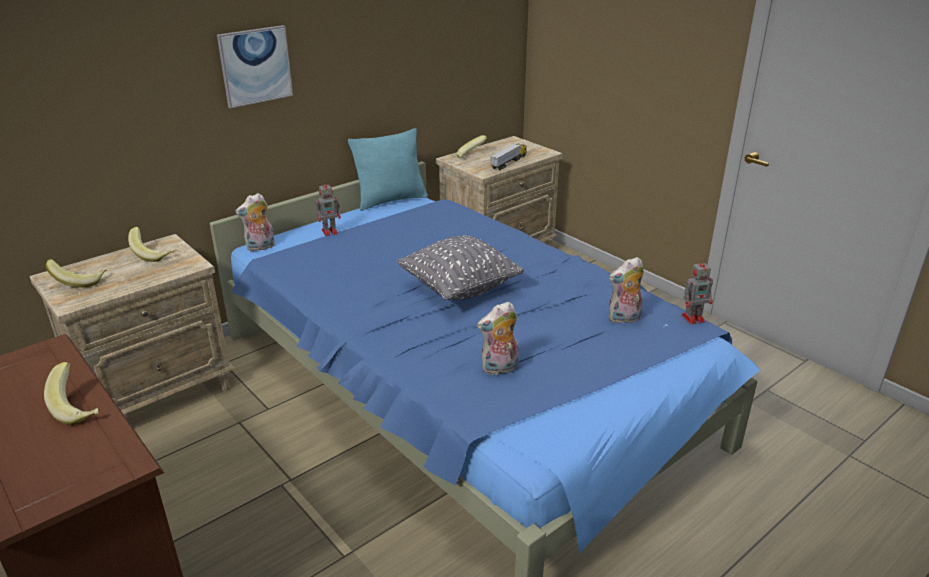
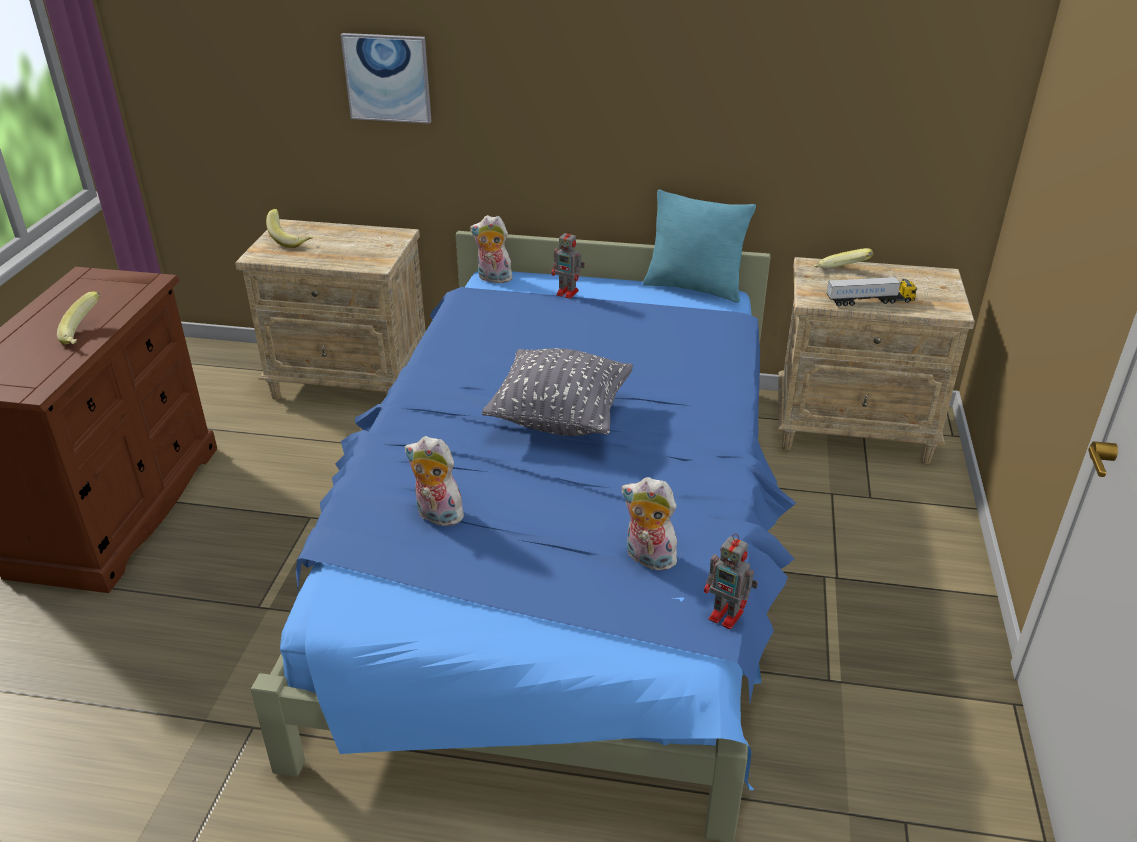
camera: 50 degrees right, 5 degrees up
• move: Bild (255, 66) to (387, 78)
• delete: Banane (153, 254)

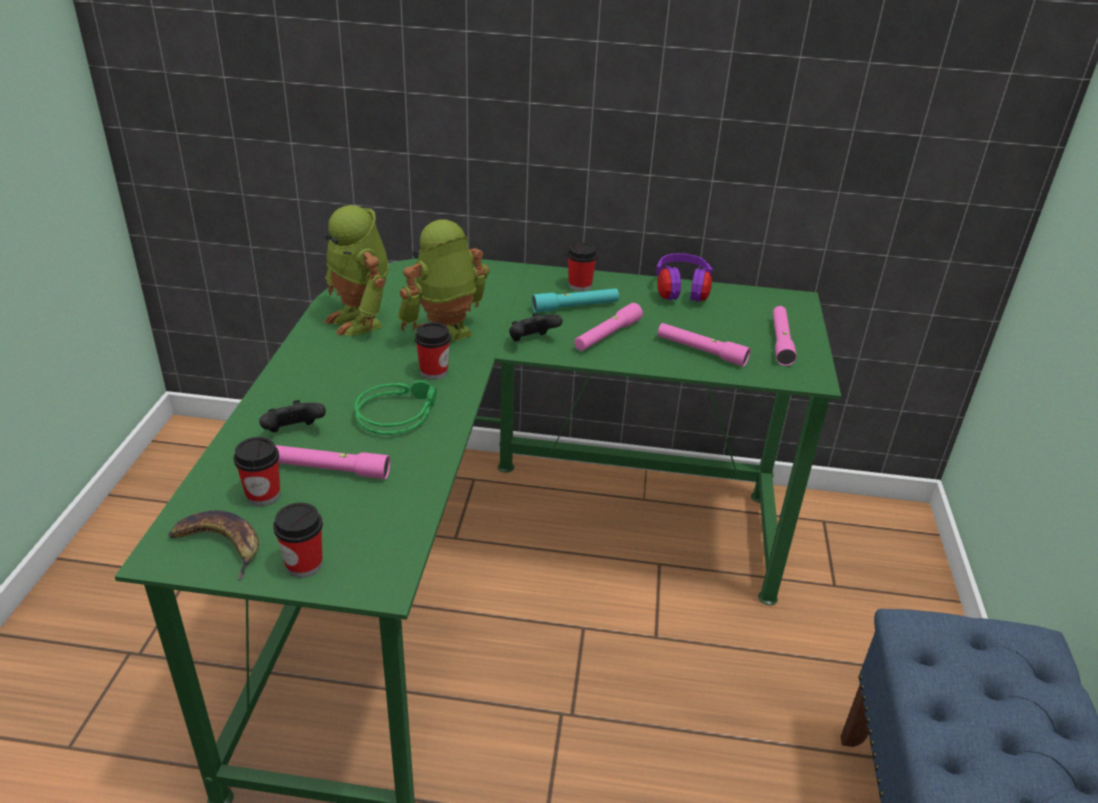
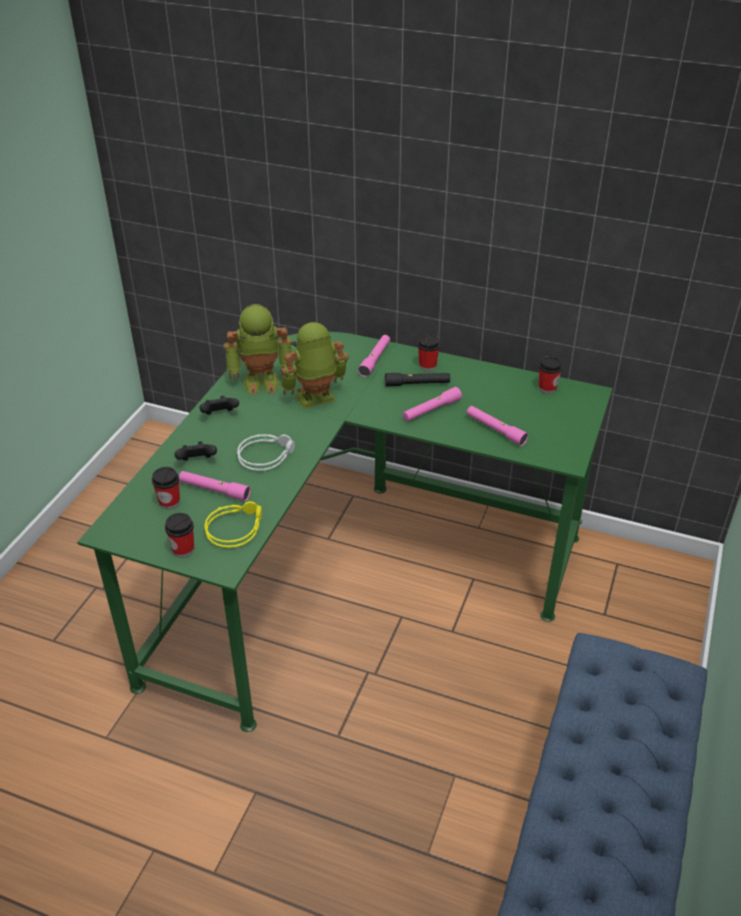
camera: 15 degrees right, 5 degrees up
• rotate: Spielzeugroboter (361, 320) = (262, 381) 75 degrees counterclockwise
• delete: Kopfhörer/lila (681, 292)
• recolor: Taschenlampe/türkis (575, 307) to Taschenlampe/schwarz (417, 384)
• move: Taschenlampe/rosa (781, 341) to (375, 359)
• move: Gamepad/schwarz (532, 341) to (220, 415)
• move: Tasse (434, 372) to (547, 388)
• recolor: Kopfhörer/grün (397, 412) to Kopfhörer/grau (266, 455)
• delete: Banane (220, 545)
• insert: Kopfhörer/gelb (235, 527)

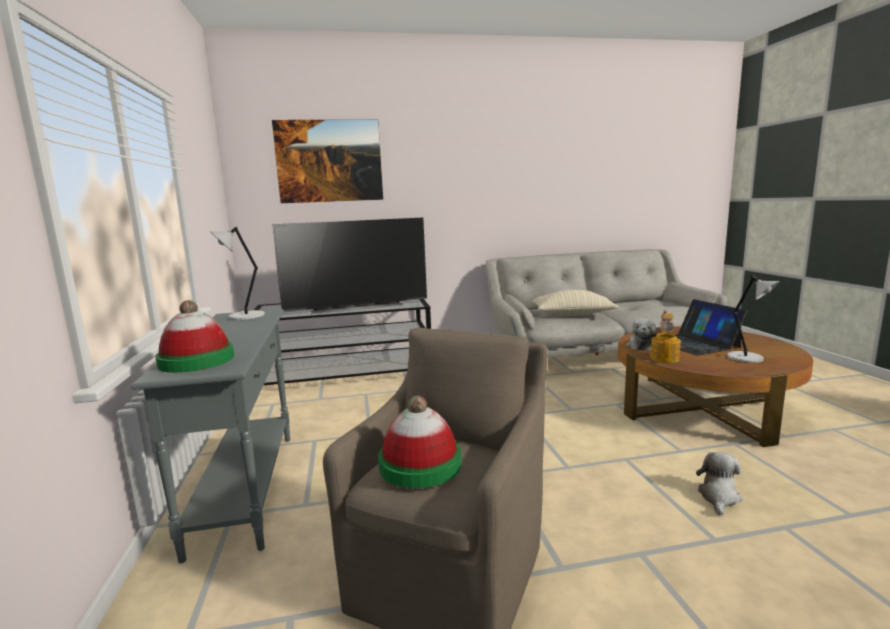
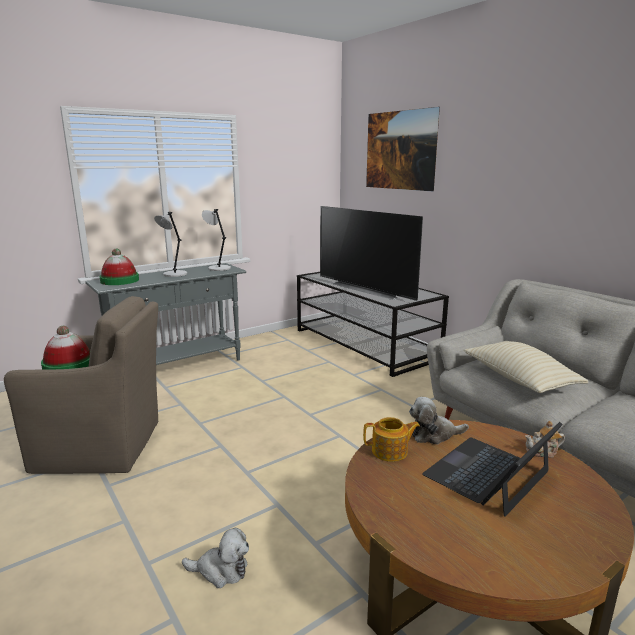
camera: 65 degrees right, 5 degrees up
• move: Tischlampe/grau (747, 358) to (174, 274)

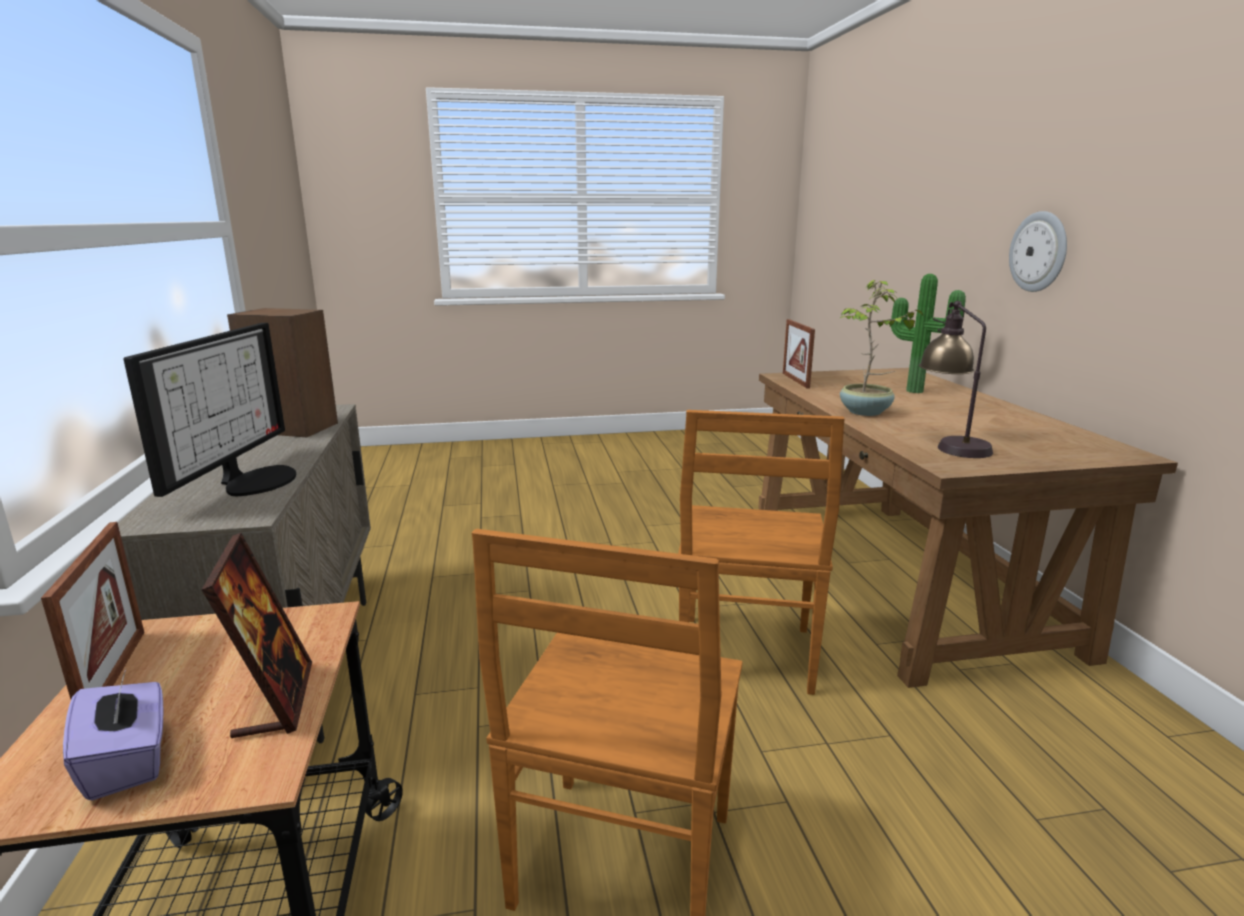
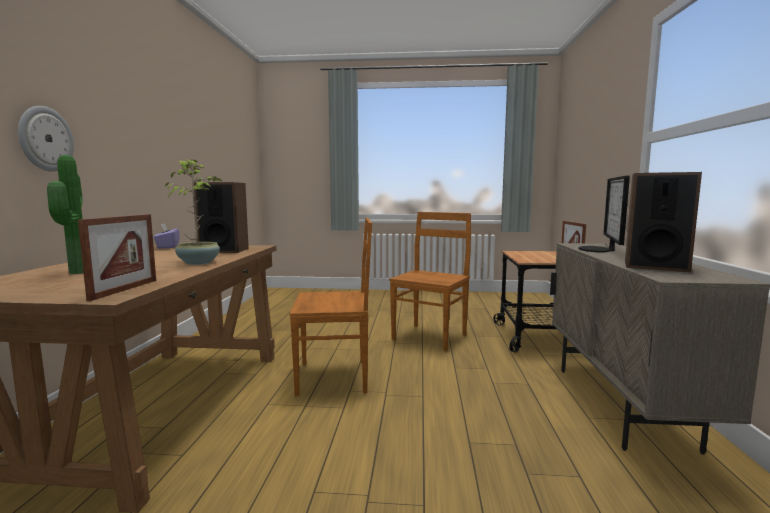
camera: 165 degrees left, 10 degrees down
• replace: Tischlampe (949, 444) to Lautsprecher (224, 250)
• rotate: Stuhl/braun (745, 656) = (335, 377) 60 degrees clockwise
• delete: Bilderrahmen (274, 700)
• move: Taschentuchbox/lila (128, 761) to (167, 247)

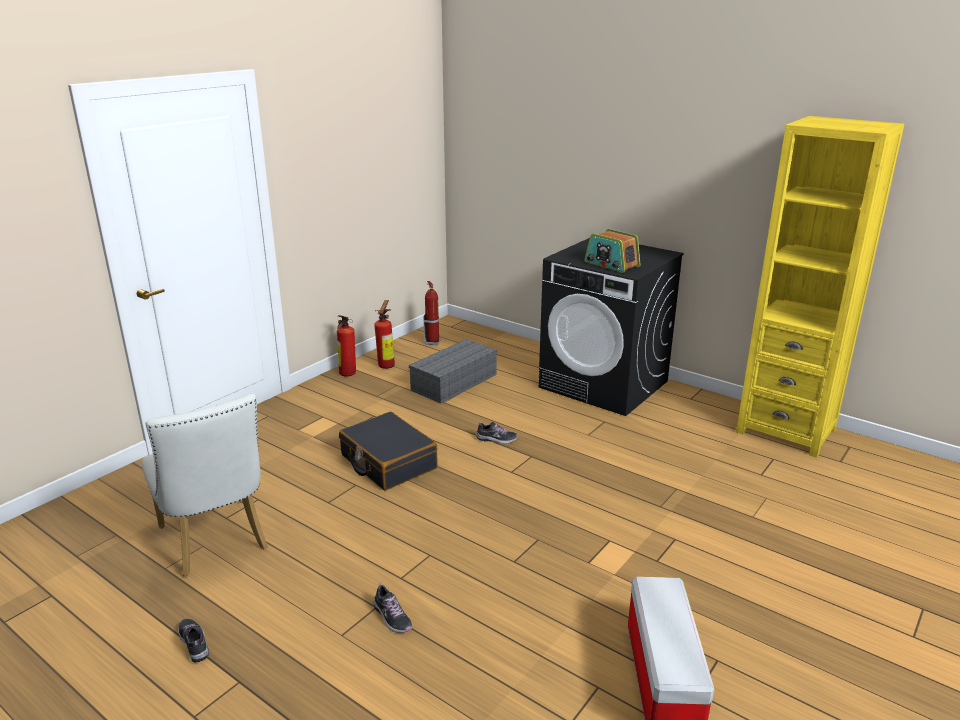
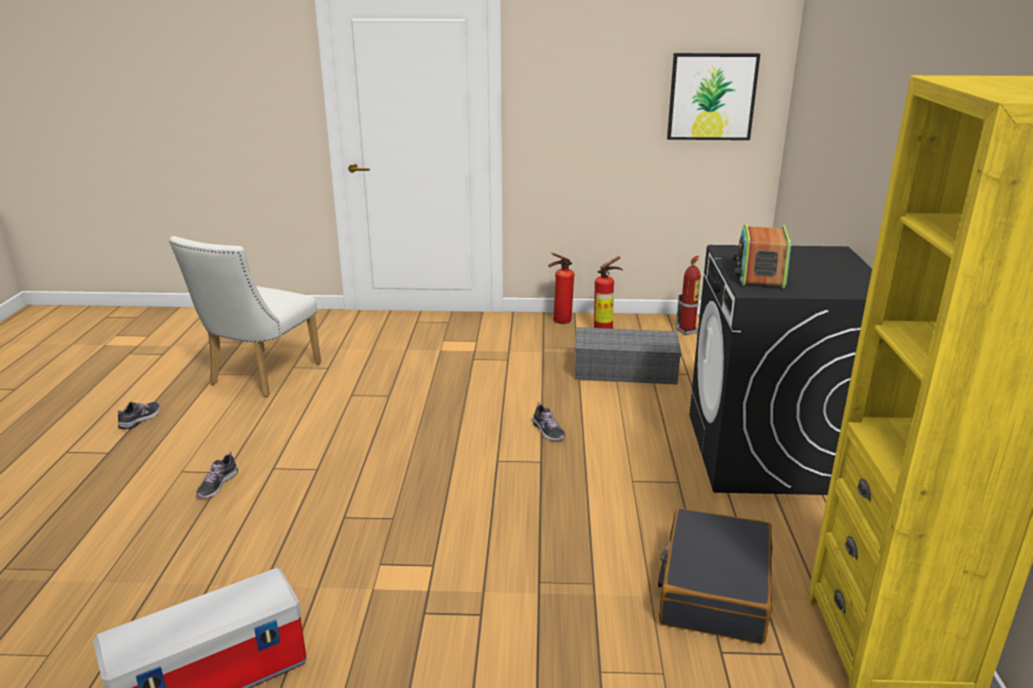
camera: 55 degrees right, 0 degrees up
• move: Koffer/schwarz (388, 462) to (713, 589)
• insert: Bild (712, 97)

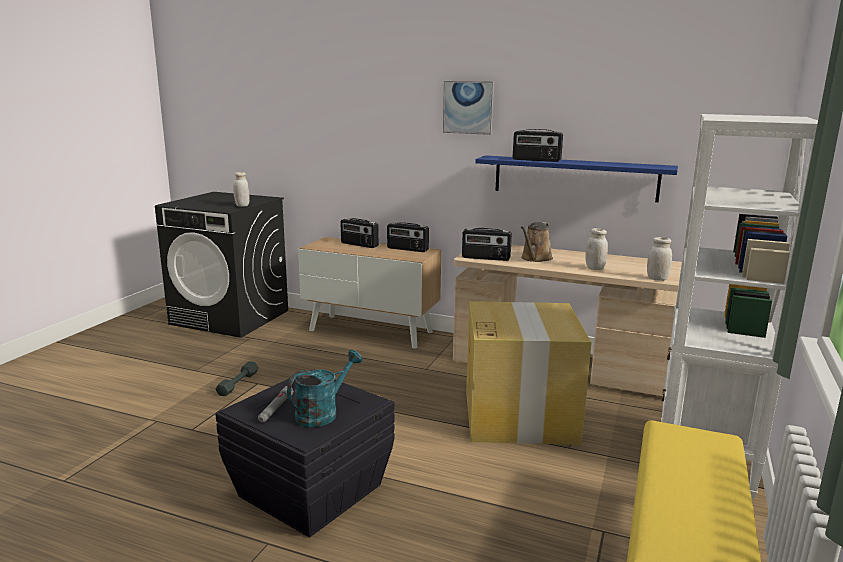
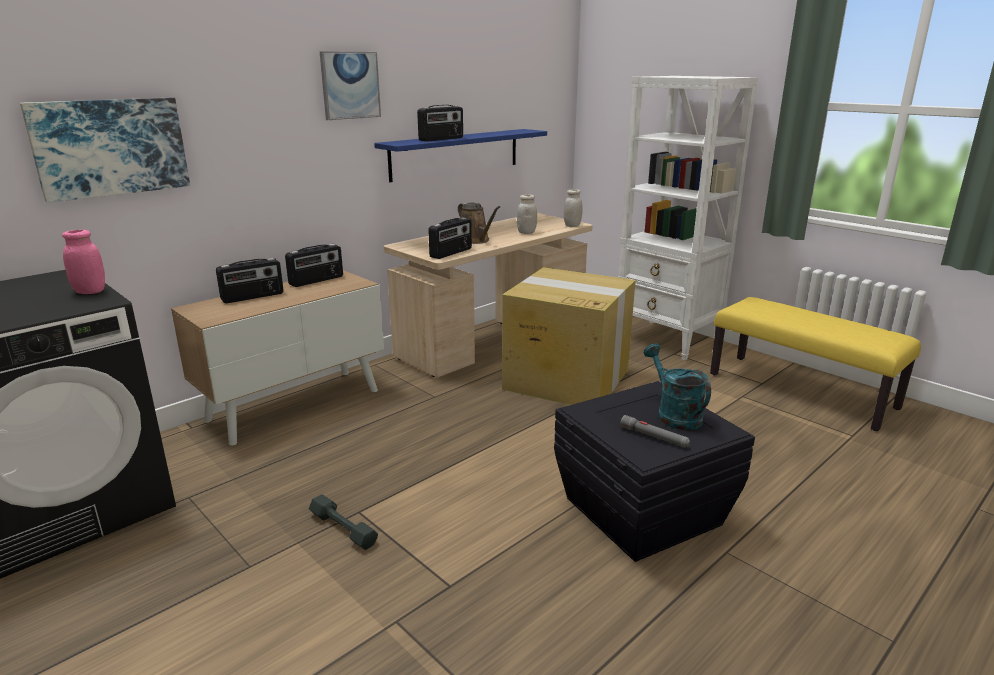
camera: 65 degrees left, 5 degrees up
• recolor: Vorratsglas/weiß (242, 205) to Vorratsglas/rosa (90, 291)
• insert: Bild (110, 147)

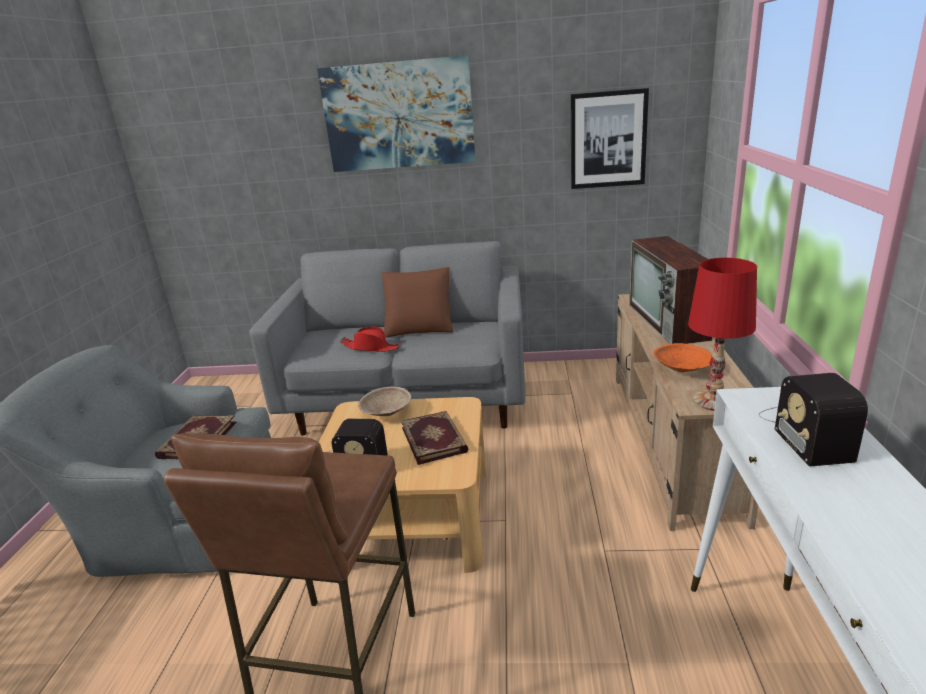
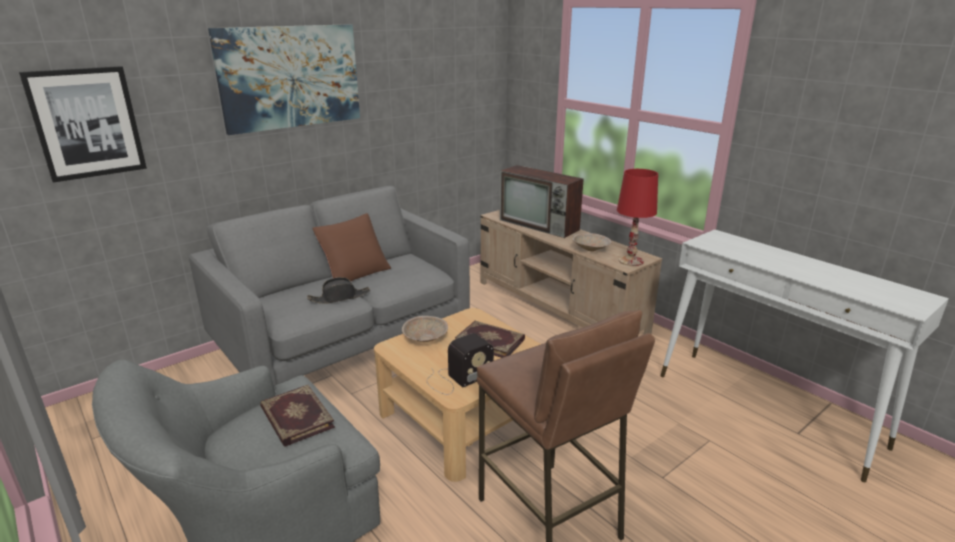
camera: 45 degrees left, 0 degrees up
• move: Bild (608, 139) to (87, 123)
• recolor: Hut/rot (371, 347) to Hut/schwarz (339, 297)
• recolor: Schüssel/orange (682, 370) to Schüssel/beige (591, 249)
• delete: Radio (805, 431)

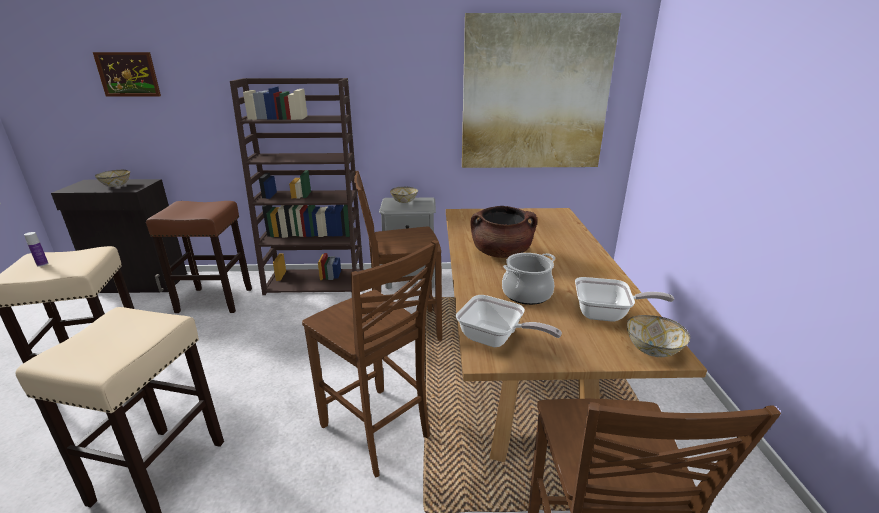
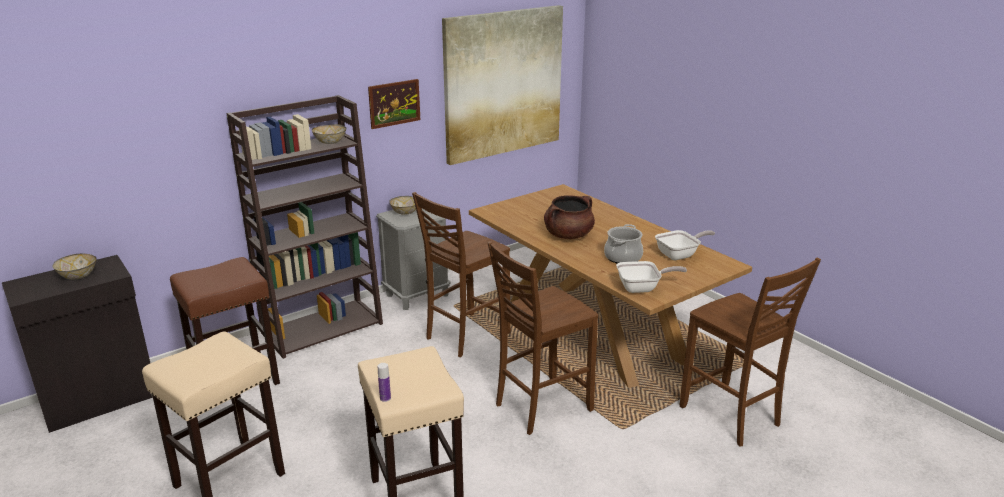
camera: 35 degrees left, 0 degrees up
• move: Bild (128, 74) to (394, 103)
• move: Flasche (42, 264) to (385, 398)
• rotate: Stuhl/braun (377, 432) = (540, 407) 135 degrees clockwise
• move: Schüssel (653, 350) to (330, 142)

